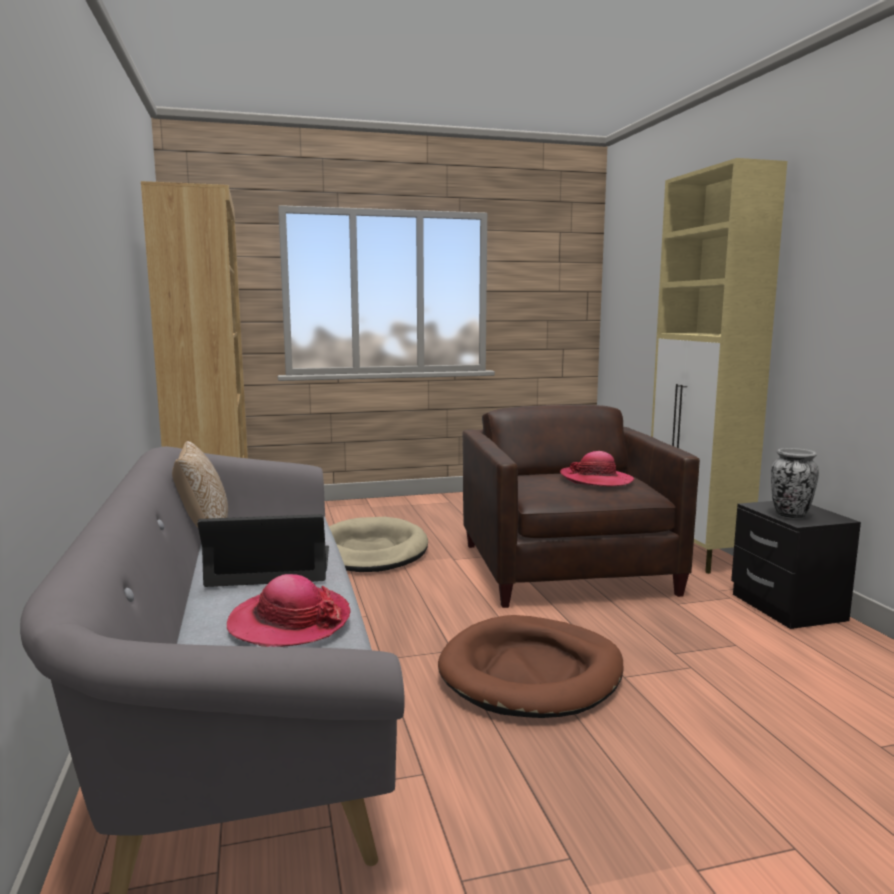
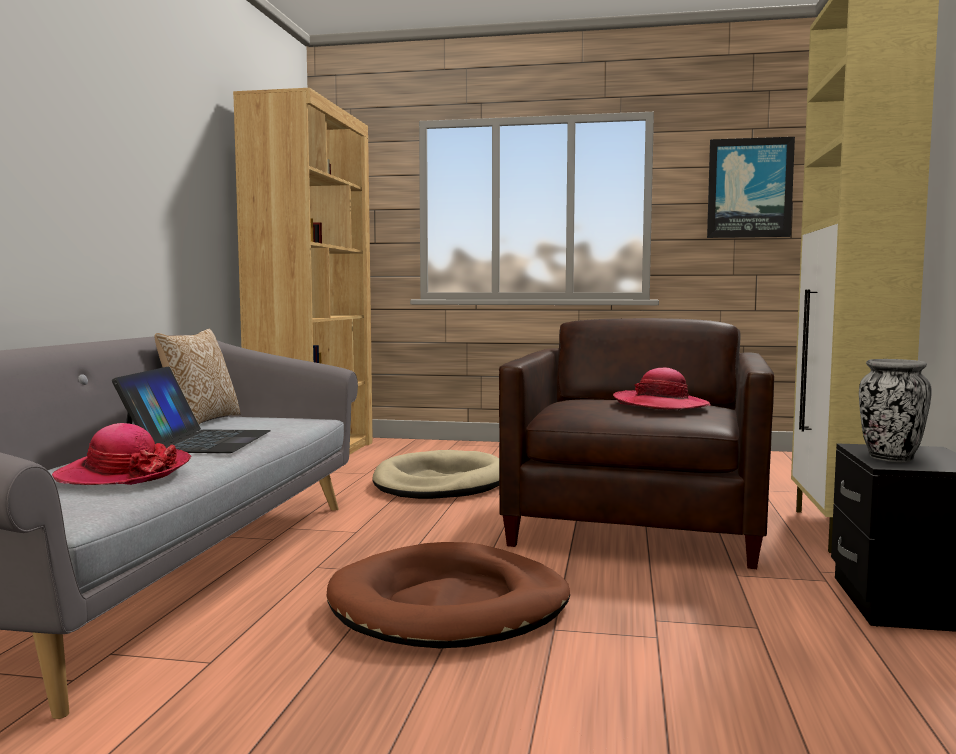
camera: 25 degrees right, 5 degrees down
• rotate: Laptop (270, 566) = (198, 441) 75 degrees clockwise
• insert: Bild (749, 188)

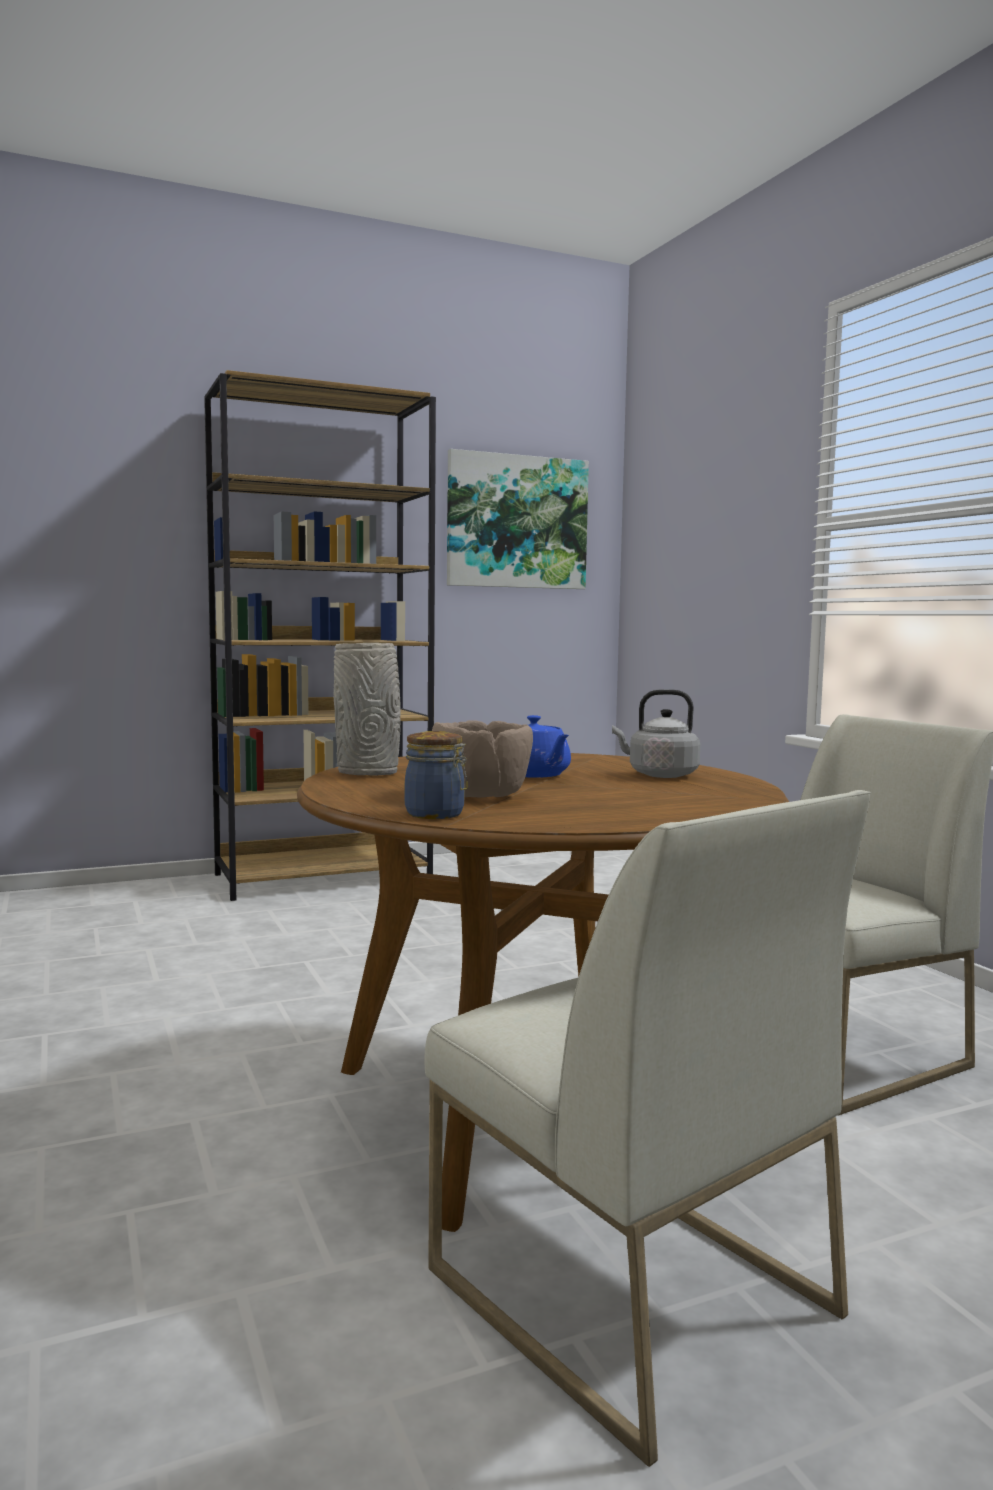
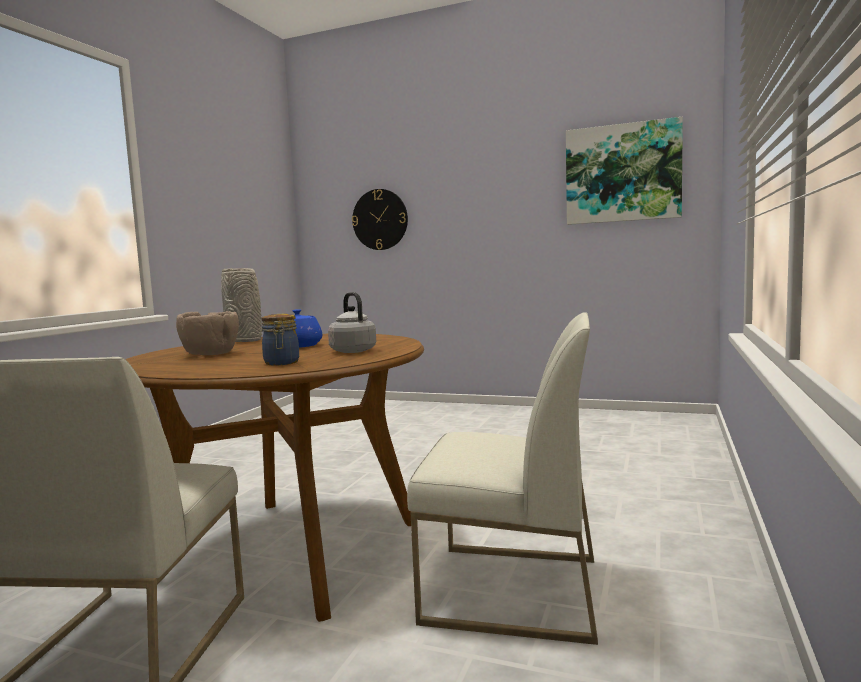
camera: 45 degrees right, 0 degrees up
• delete: Bücherregal/braun (324, 877)
• move: Vorratsglas (436, 814) to (281, 363)
• insert: Wanduhr (380, 219)

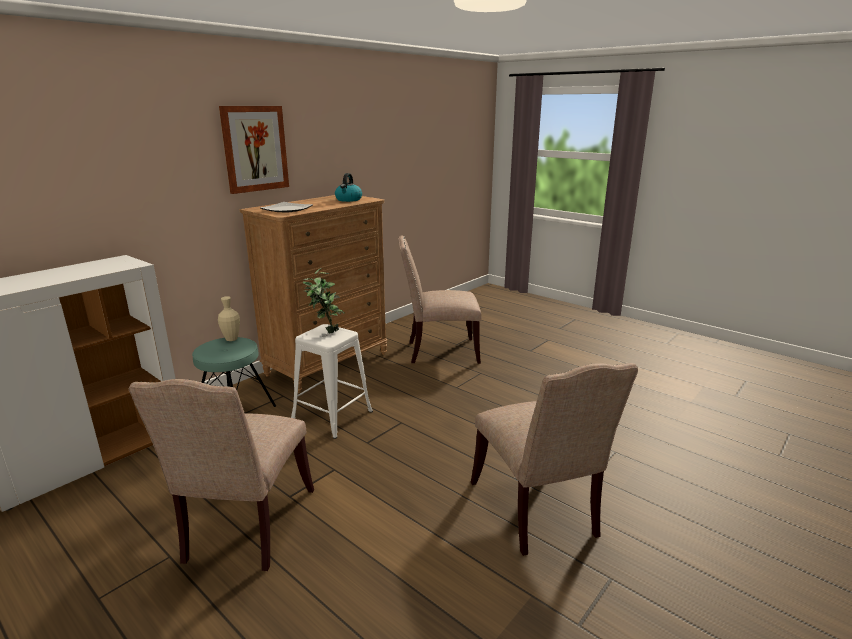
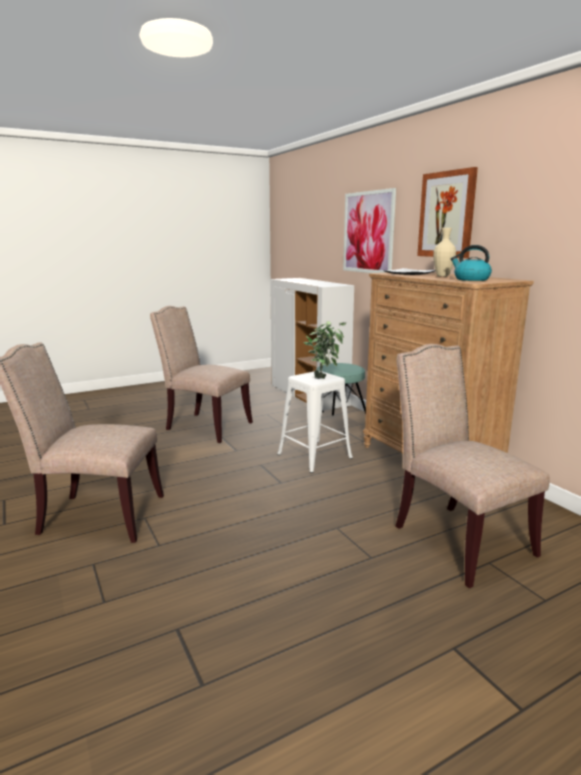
camera: 110 degrees right, 5 degrees down
• rotate: Stuhl/beige (439, 352) = (456, 539) 45 degrees counterclockwise
• move: Vase/beige (231, 339) to (442, 276)
• insert: Bild (368, 232)

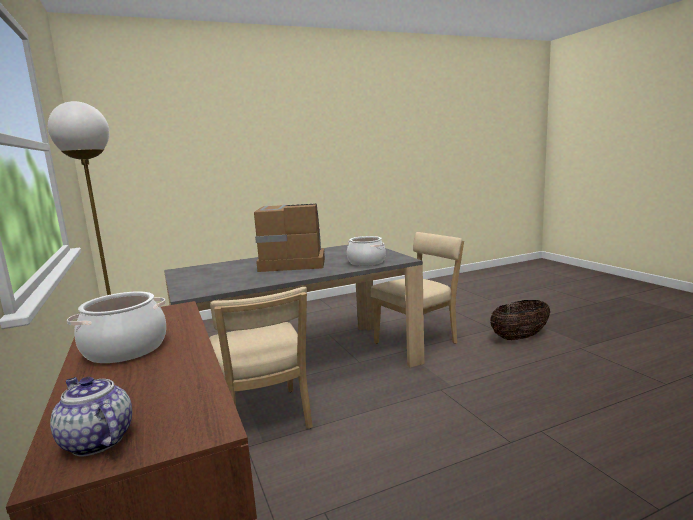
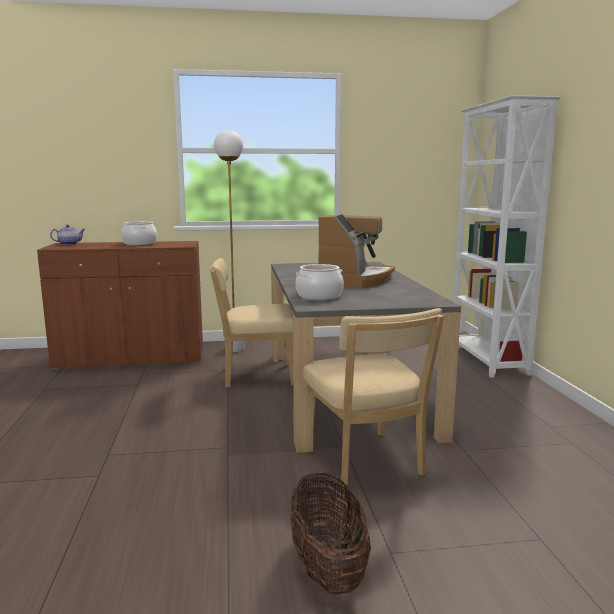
camera: 105 degrees right, 0 degrees up
• insert: Bücherregal/weiß (487, 360)

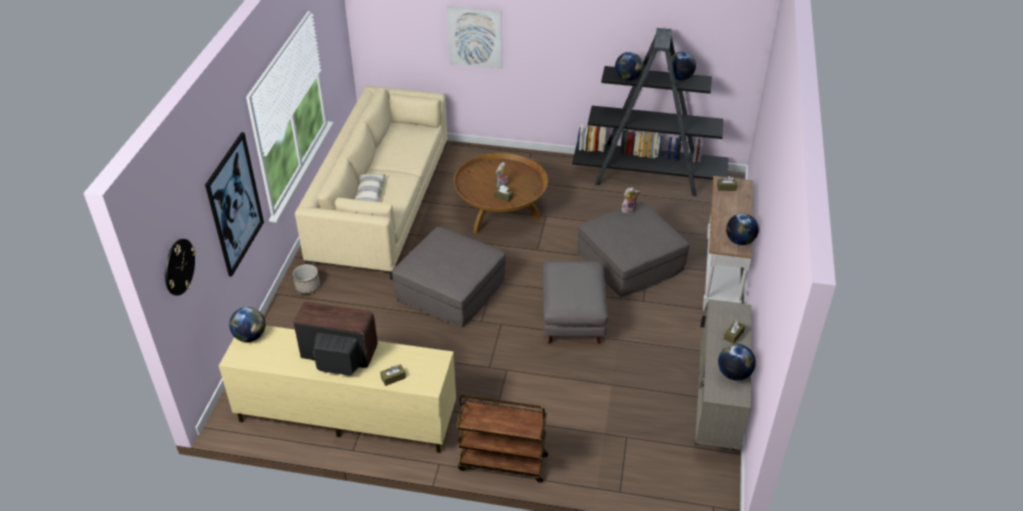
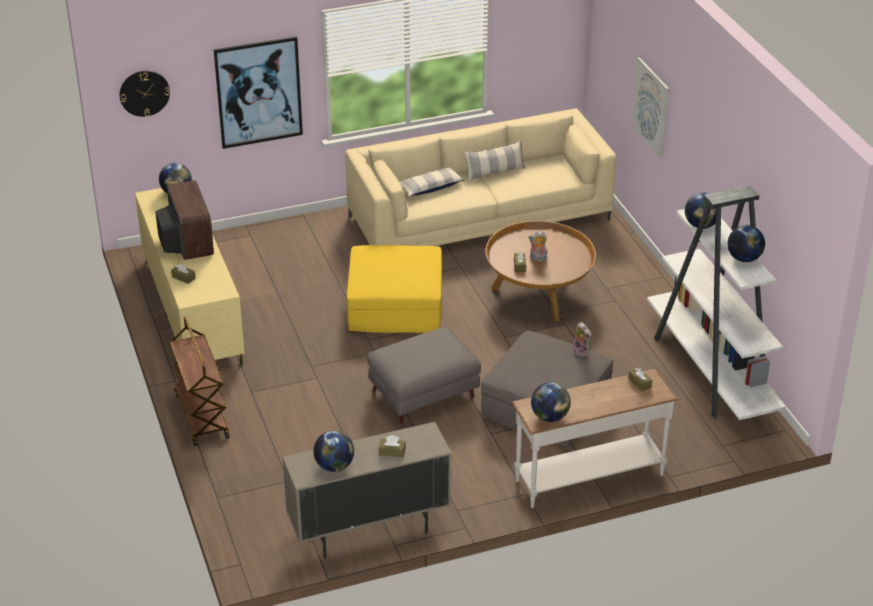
camera: 60 degrees right, 5 degrees down
• recolor: Bücherregal/schwarz (649, 177) to Bücherregal/weiß (711, 372)
• recolor: Polsterhocker/grau (451, 289) to Polsterhocker/gelb (395, 306)
• delete: Pflanzkübel (307, 287)
• insert: Kissen (494, 172)

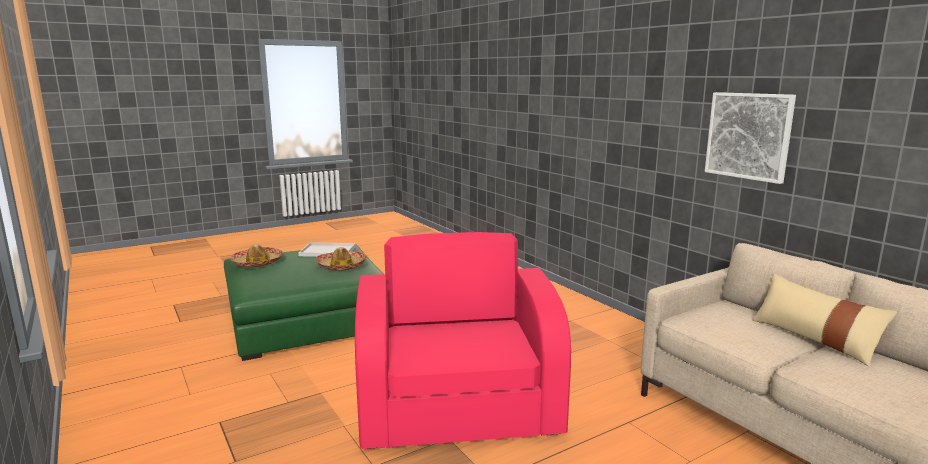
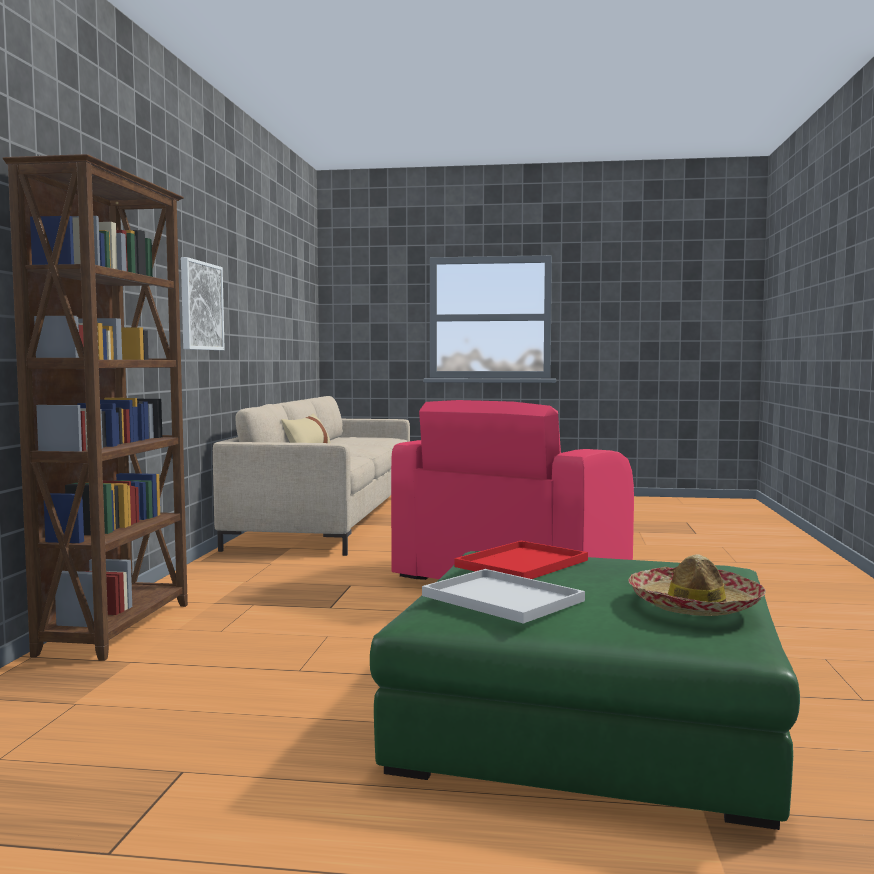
camera: 140 degrees left, 10 degrees down
• replace: Hut (342, 266) to Tablett/rot (521, 564)
• insert: Bücherregal/braun (119, 628)

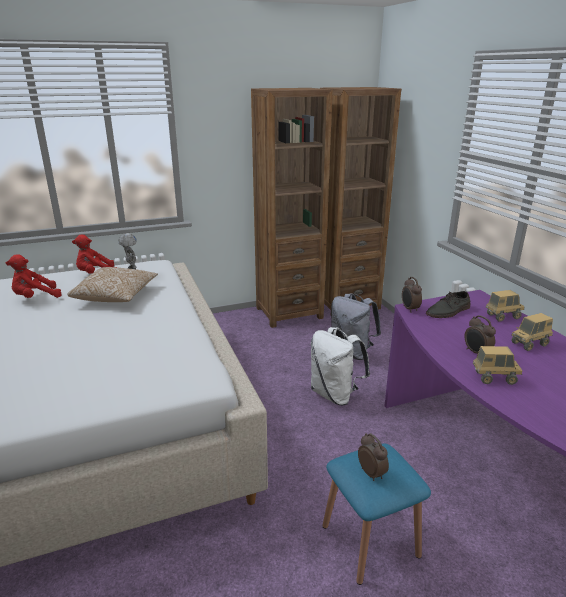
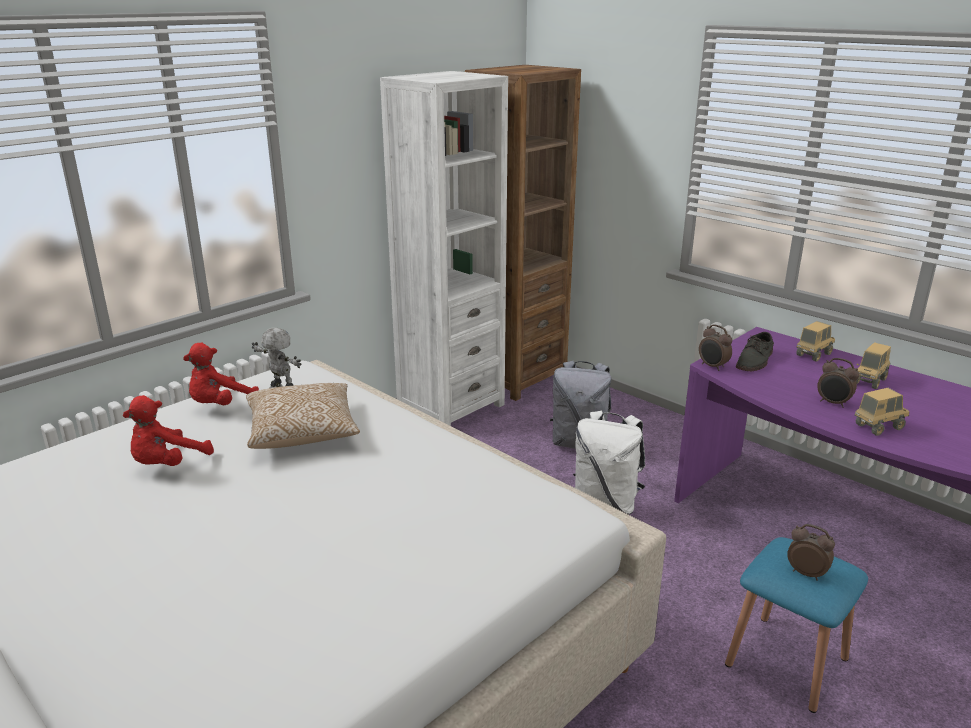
camera: 25 degrees left, 0 degrees up
• recolor: Bücherregal/braun (289, 313) to Bücherregal/weiß (451, 407)

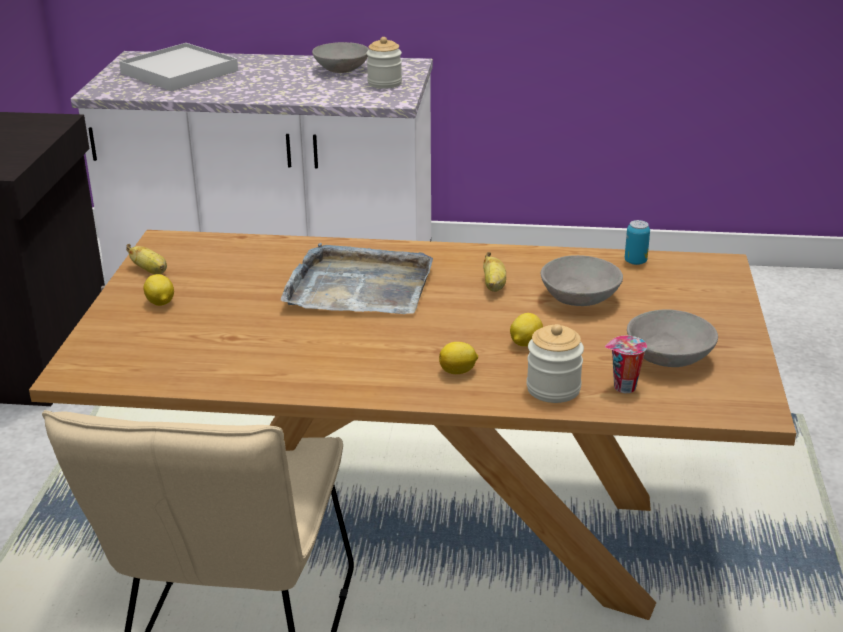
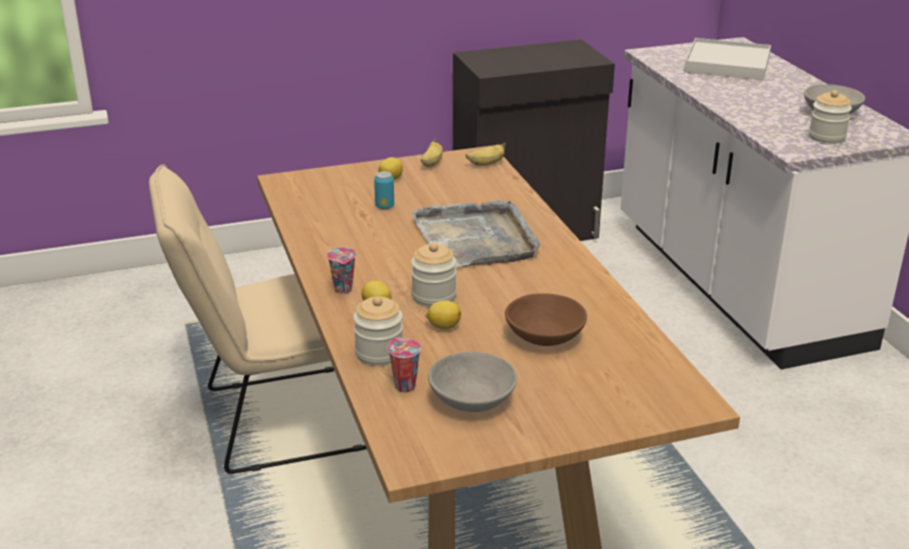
camera: 65 degrees right, 0 degrees up
• move: Dose (635, 261) to (384, 206)
• move: Banane (494, 286) to (486, 164)
• recolor: Schüssel/grau (579, 299) to Schüssel/braun (544, 337)
• insert: Vorratsglas (434, 296)
• insert: Tasse (344, 290)

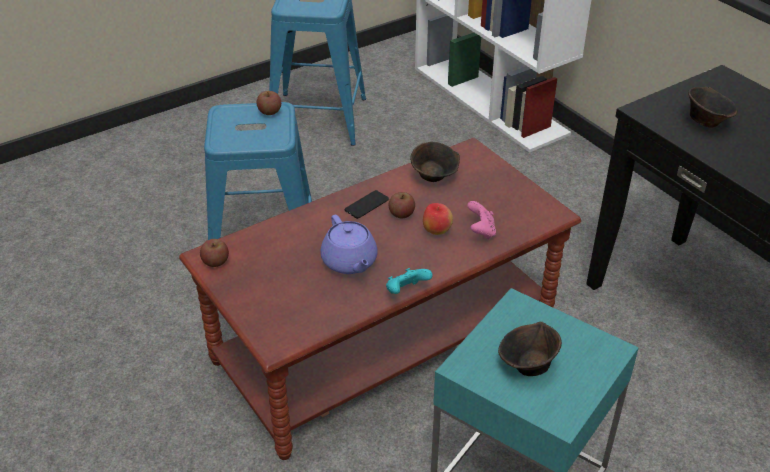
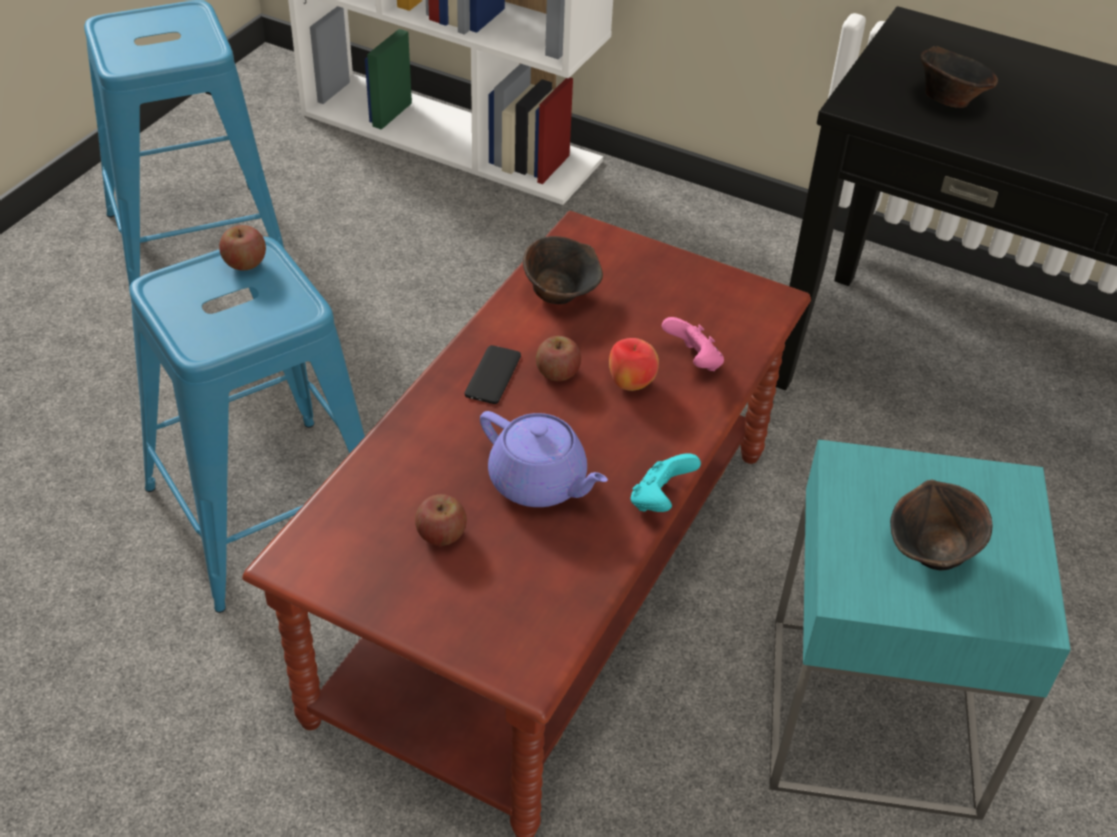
camera: 30 degrees left, 5 degrees up
• move: Apfel (215, 262) to (441, 534)

